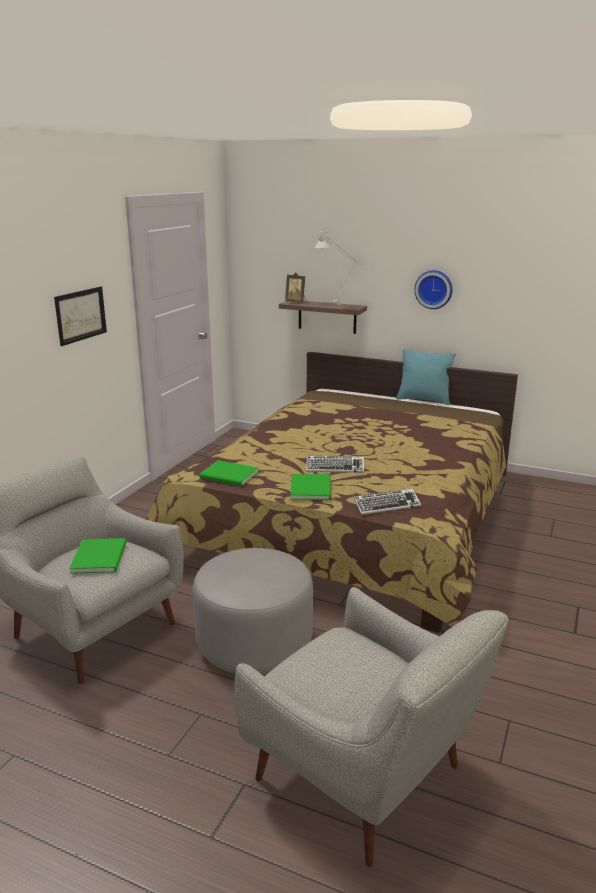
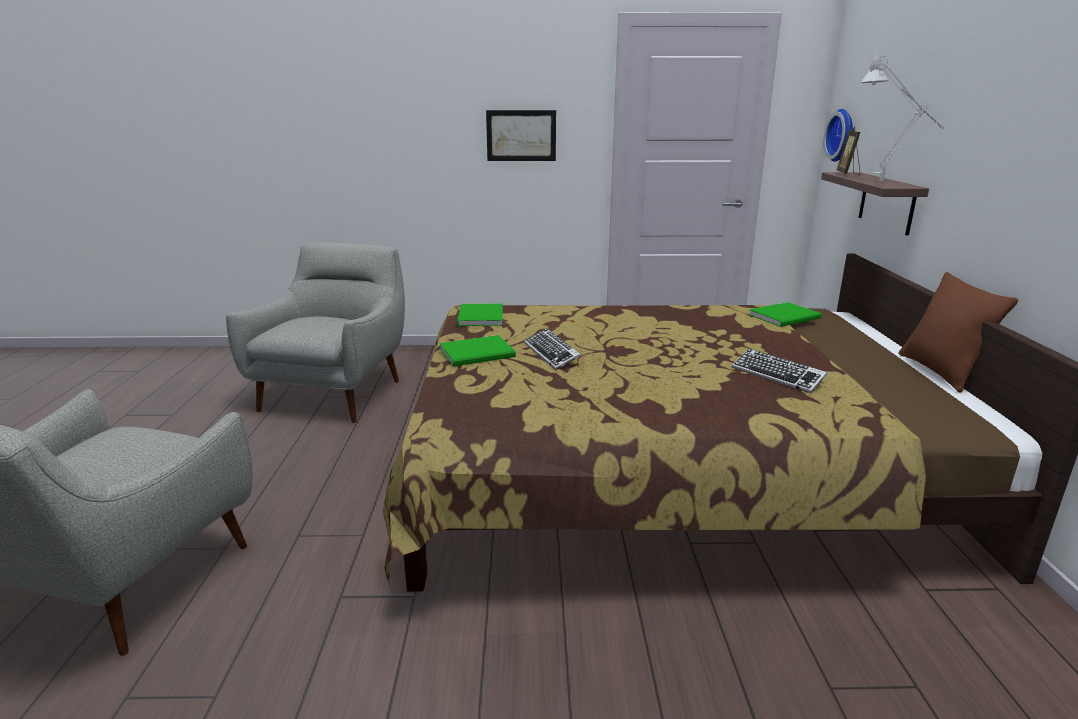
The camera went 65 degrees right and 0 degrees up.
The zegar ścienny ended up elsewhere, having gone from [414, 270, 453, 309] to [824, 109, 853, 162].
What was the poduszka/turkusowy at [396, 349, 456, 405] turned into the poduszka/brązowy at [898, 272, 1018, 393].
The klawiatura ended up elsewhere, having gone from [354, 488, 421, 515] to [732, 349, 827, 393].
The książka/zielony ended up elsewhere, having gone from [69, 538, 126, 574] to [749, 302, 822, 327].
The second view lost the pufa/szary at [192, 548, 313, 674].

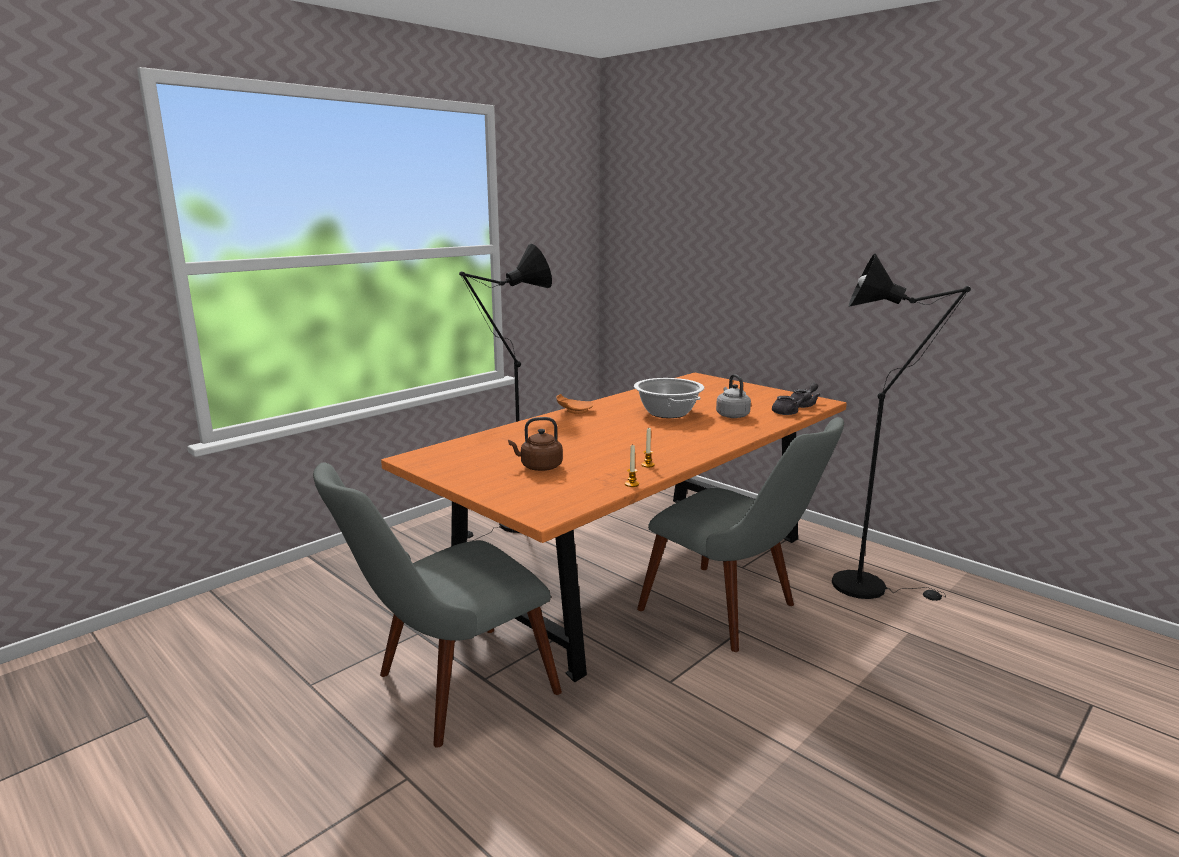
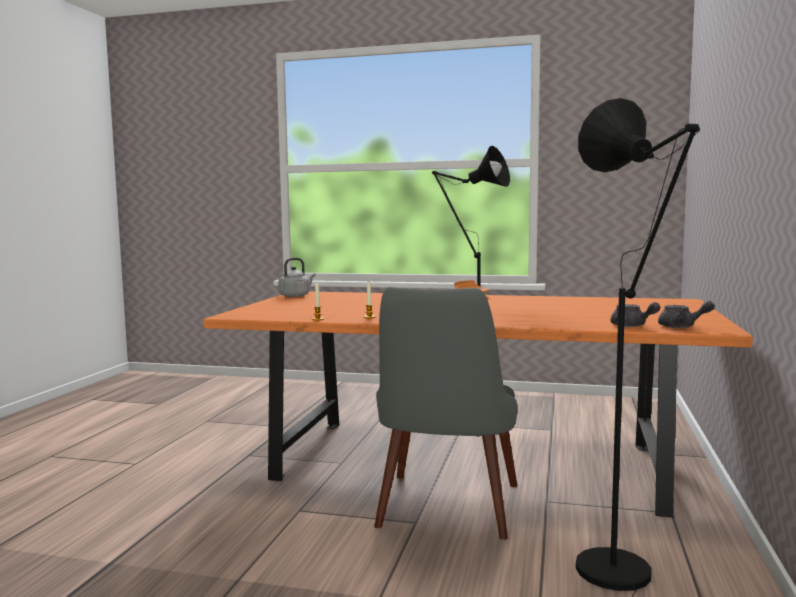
The camera went 60 degrees right and 10 degrees down.
The czajnik/szary ended up elsewhere, having gone from [716, 374, 751, 418] to [278, 258, 315, 297].
The second view lost the garnek at [634, 378, 704, 418].
The second view lost the czajnik/brązowy at [508, 417, 563, 471].
The second view lost the krzesło/szary at [313, 462, 562, 748].

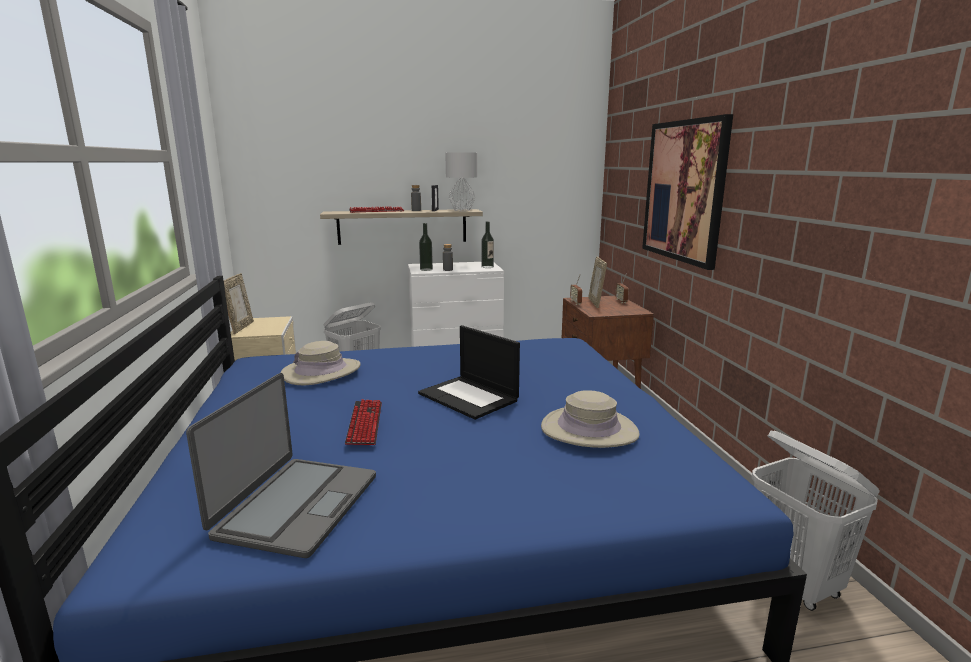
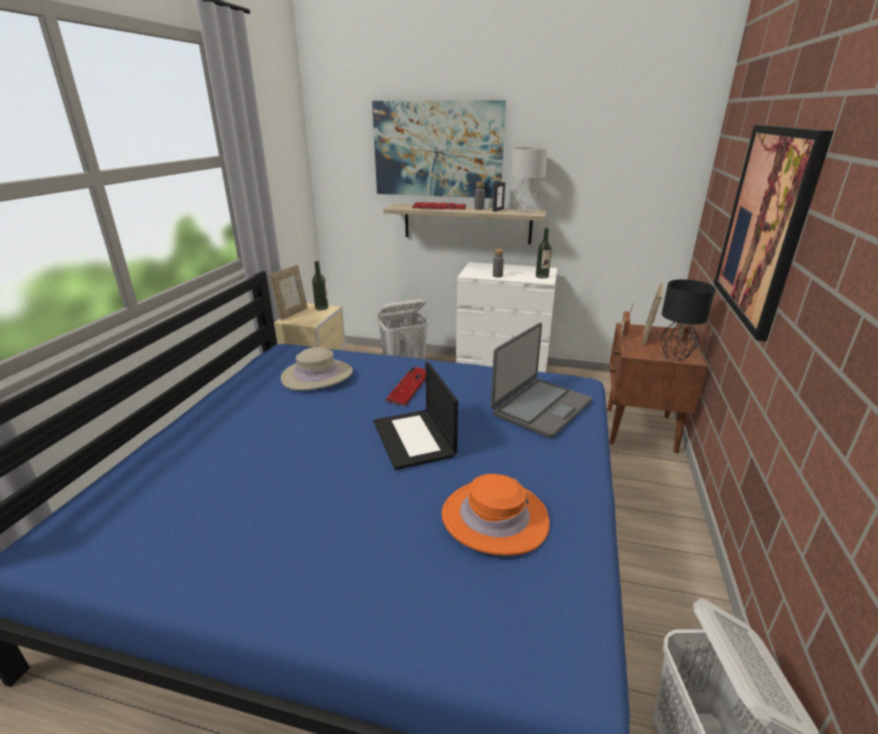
The camera went 25 degrees right and 10 degrees up.
The butelka ended up elsewhere, having gone from [419, 223, 433, 271] to [312, 261, 328, 310].
The laptop ended up elsewhere, having gone from [186, 373, 376, 558] to [491, 323, 592, 438].
What was the kapelusz/beżowy at [541, 390, 640, 448] turned into the kapelusz/pomarańczowy at [442, 474, 550, 556].
The klawiatura ended up elsewhere, having gone from [345, 399, 382, 445] to [385, 367, 426, 406].
The second view gained the obraz at [372, 100, 506, 198].
The second view gained the lampa stołowa/czarny at [660, 279, 715, 361].

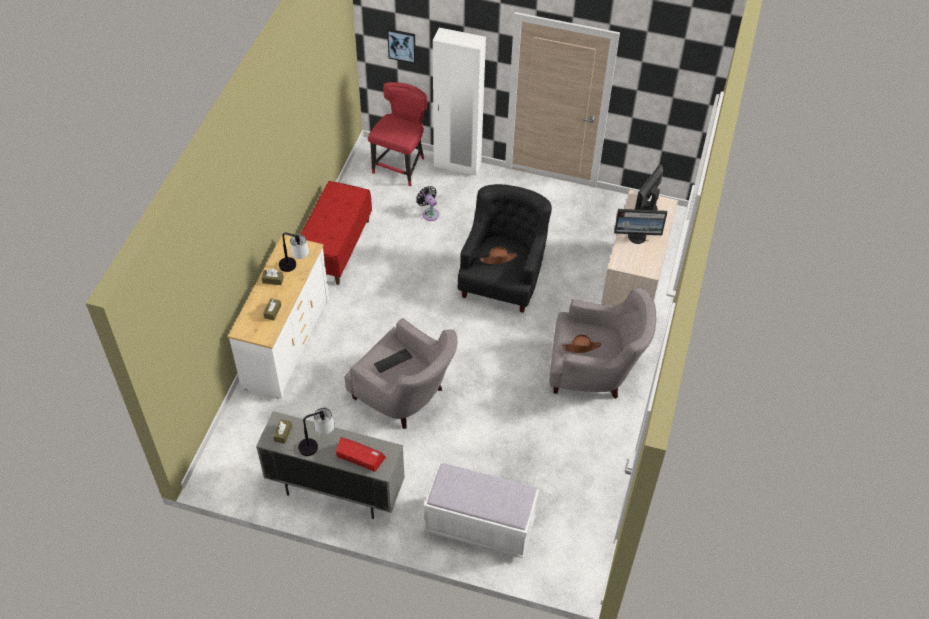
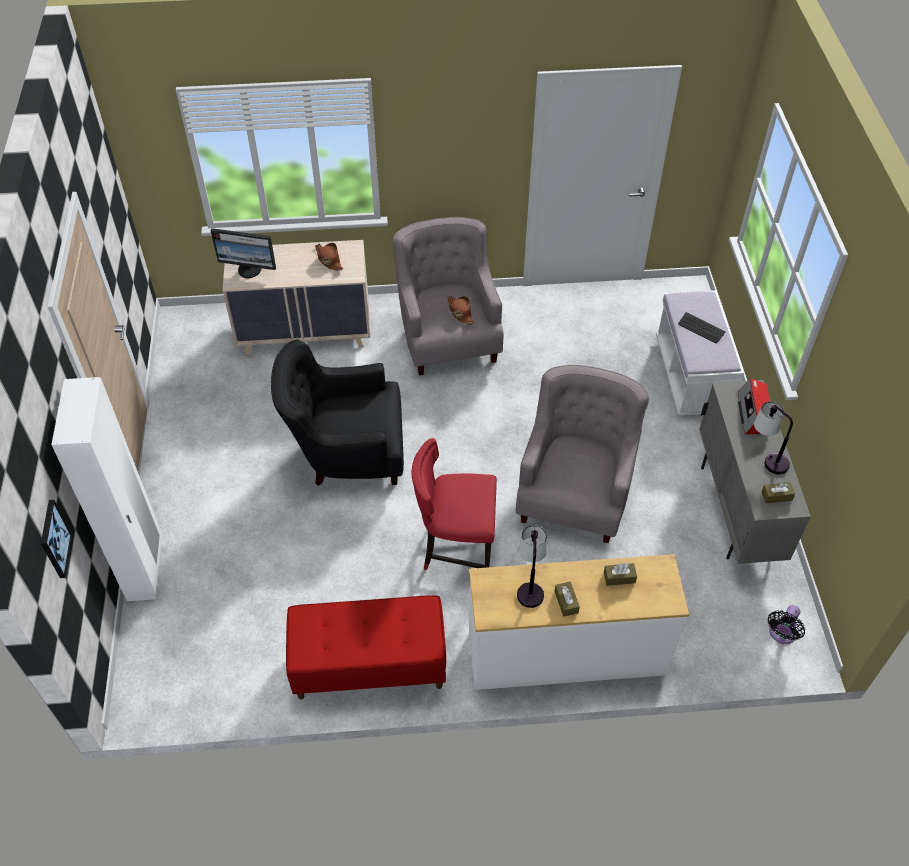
The camera went 110 degrees left and 0 degrees up.
The krzesło/czerwony ended up elsewhere, having gone from [368, 82, 427, 186] to [411, 438, 497, 570].
The wentylator/czarny ended up elsewhere, having gone from [416, 186, 440, 221] to [768, 605, 805, 644].
The second view lost the monitor at [614, 209, 667, 244].
The kapelusz/brązowy ended up elsewhere, having gone from [480, 247, 517, 264] to [315, 243, 343, 271].
The klawiatura ended up elsewhere, having gone from [374, 349, 412, 373] to [678, 312, 726, 343].

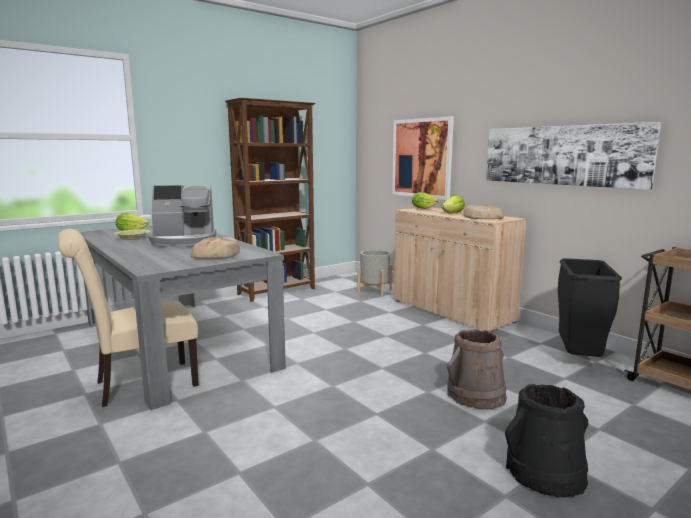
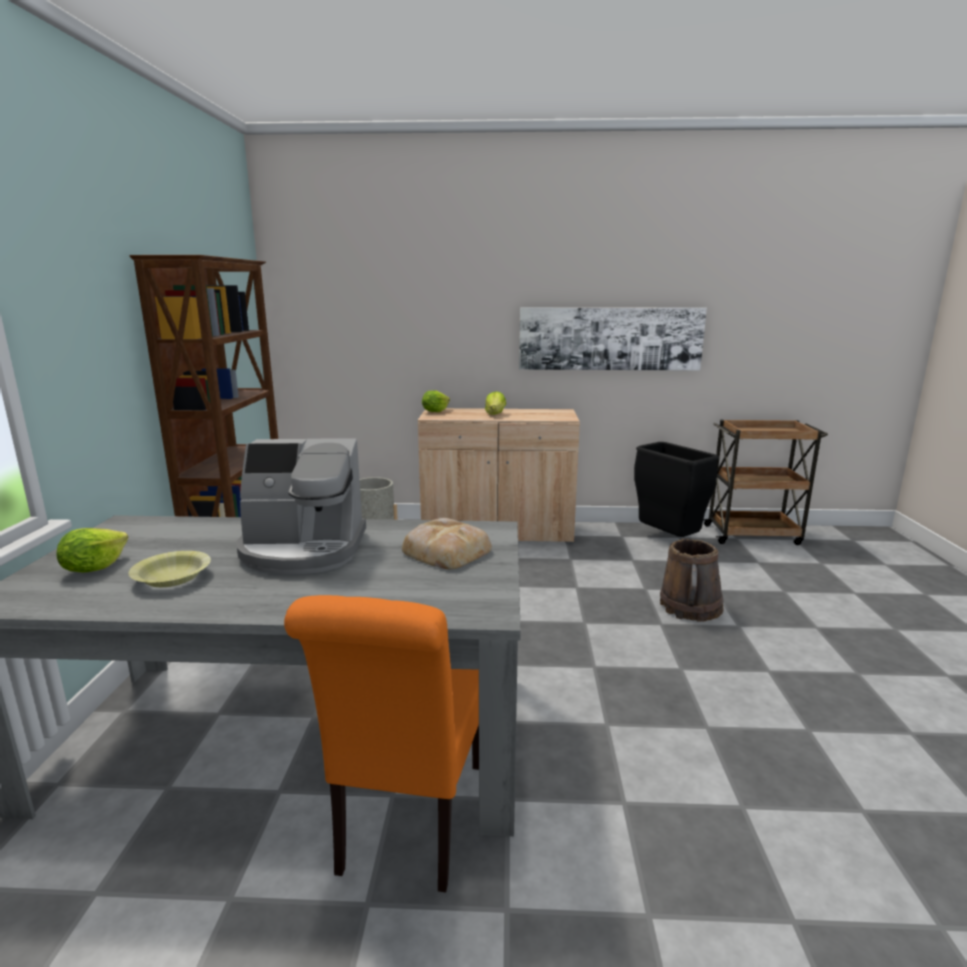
The camera went 50 degrees left and 5 degrees up.
The second view lost the obraz at [392, 116, 454, 200].
The ekspres do kawy at [149, 185, 216, 247] ended up facing another way, 60 degrees clockwise from before.
The second view lost the chleb at [463, 205, 504, 219].
What was the krzesło/beżowy at [58, 229, 199, 407] turned into the krzesło/pomarańczowy at [284, 595, 479, 893].
The second view lost the wiadro/czarny at [505, 384, 588, 497].

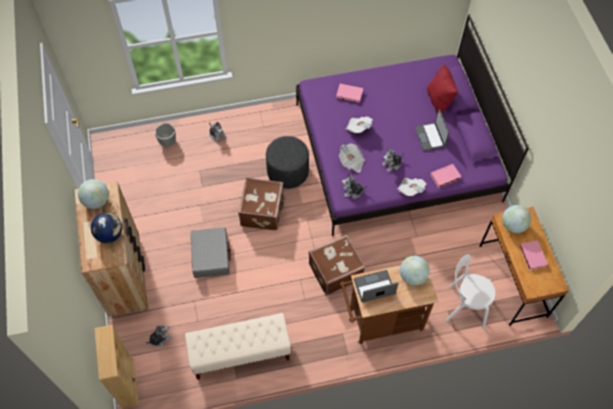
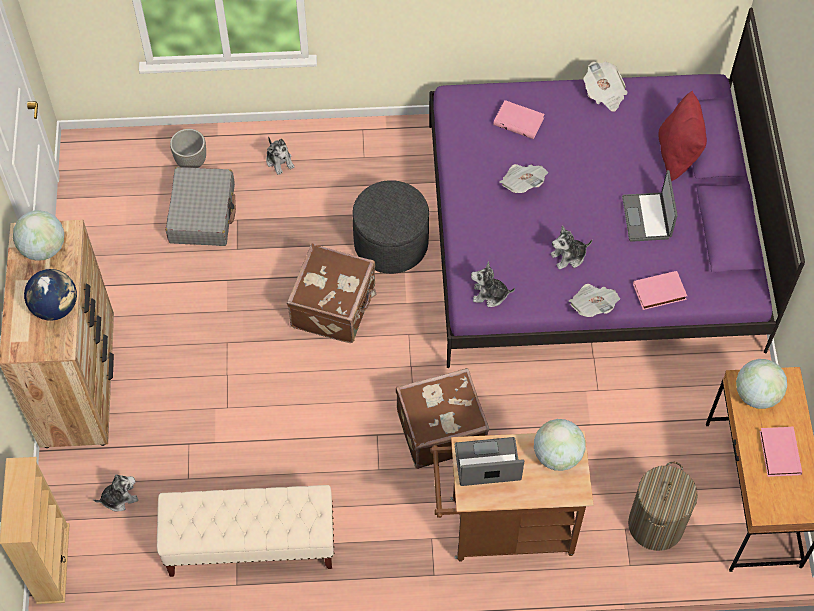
The camera went 10 degrees right and 0 degrees up.
The gazeta ended up elsewhere, having gone from [339, 144, 365, 173] to [584, 61, 628, 112].
The walizka/szary ended up elsewhere, having gone from [191, 227, 231, 278] to [166, 167, 236, 246].
Where the krzesło/biały stood at [446, 254, 496, 329], the kosz na pranie came to stand at [628, 462, 698, 551].

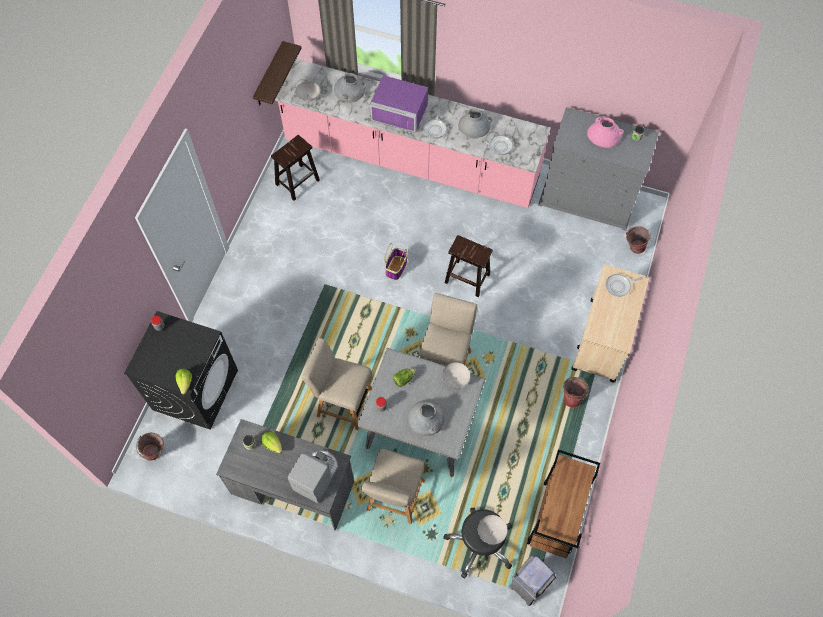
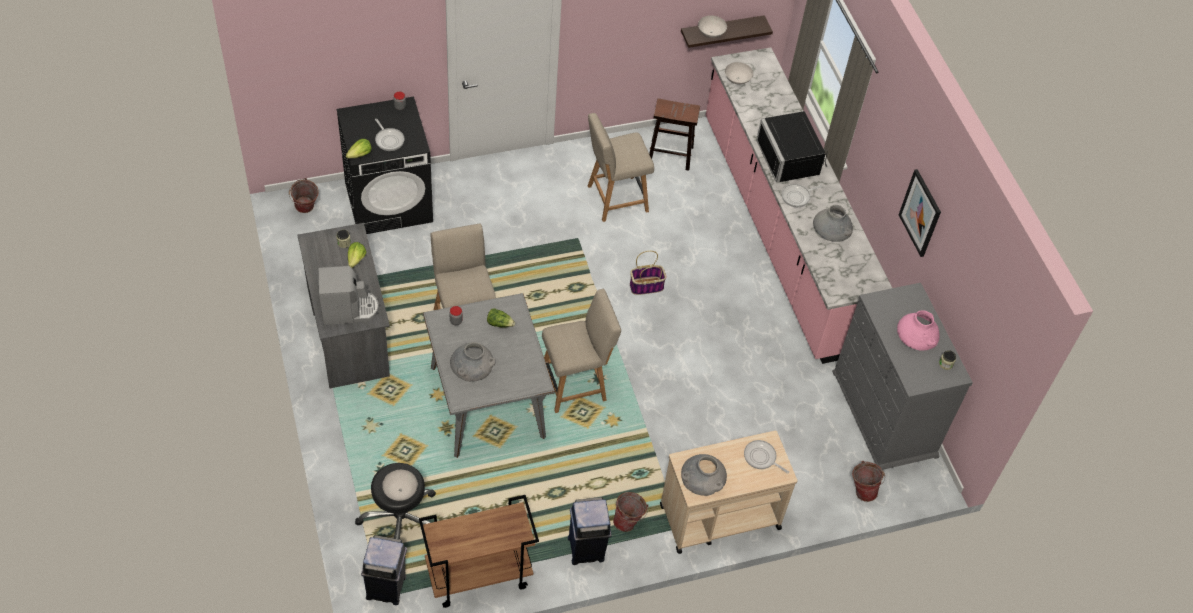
The camera went 50 degrees right and 10 degrees down.
The wazon/szary ended up elsewhere, having gone from [334, 73, 367, 102] to [681, 454, 727, 496].
What was the mikrofalówka/fioletowy at [370, 75, 428, 133] turned into the mikrofalówka/czarny at [756, 111, 827, 183].
The patelnia ended up elsewhere, having gone from [476, 135, 513, 155] to [375, 119, 405, 151].
The second view lost the stołek/brązowy at [445, 235, 493, 297].
The miska/biały ended up elsewhere, having gone from [442, 362, 470, 389] to [698, 15, 727, 38].
The krzesło/beżowy ended up elsewhere, having gone from [361, 449, 425, 524] to [588, 113, 654, 222].
The second view gained the obraz at [899, 169, 941, 257].
The second view gained the kosz na śmieci/niebieski at [568, 497, 611, 565].

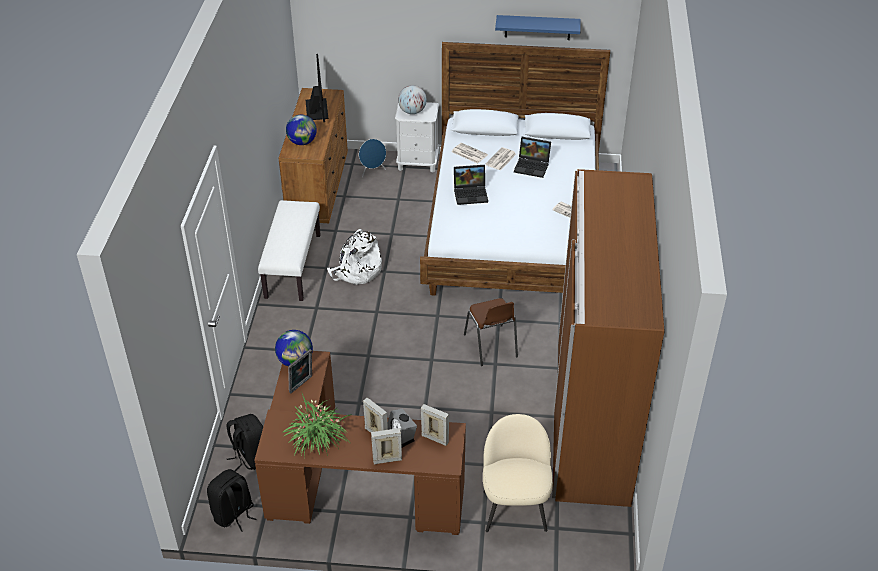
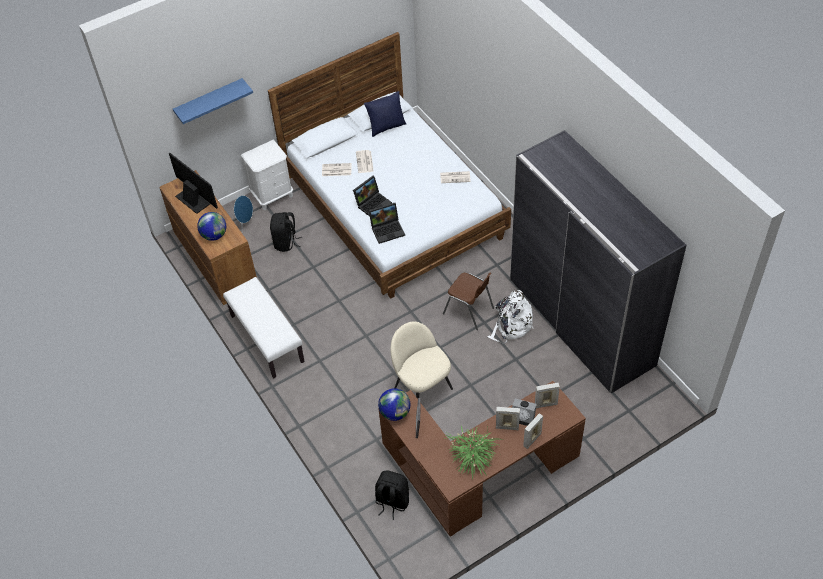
The camera went 35 degrees left and 10 degrees up.
The półka/niebieski ended up elsewhere, having gone from [495, 15, 581, 40] to [173, 78, 253, 124].
The second view lost the globus at [398, 85, 427, 114].
The laptop ended up elsewhere, having gone from [514, 137, 551, 178] to [369, 203, 405, 244].
What was the szafa/brązowy at [552, 169, 665, 507] turned into the szafa/szary at [510, 130, 687, 393].
The plecak/biały ended up elsewhere, having gone from [327, 229, 382, 285] to [488, 290, 534, 344].
The krzesło/beżowy ended up elsewhere, having gone from [483, 414, 553, 532] to [390, 321, 453, 399].
The plecak/czarny ended up elsewhere, having gone from [207, 469, 257, 532] to [270, 212, 303, 252].
The second view gained the poduszka/niebieski at [364, 91, 407, 137].

